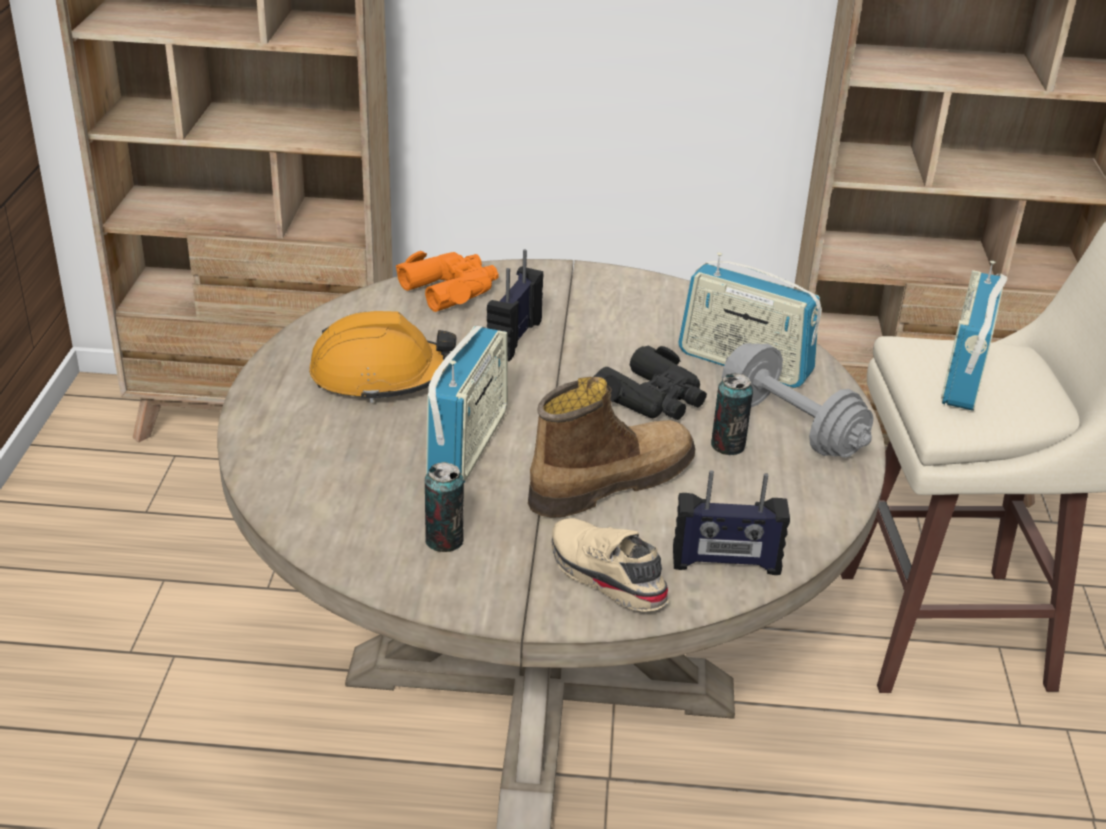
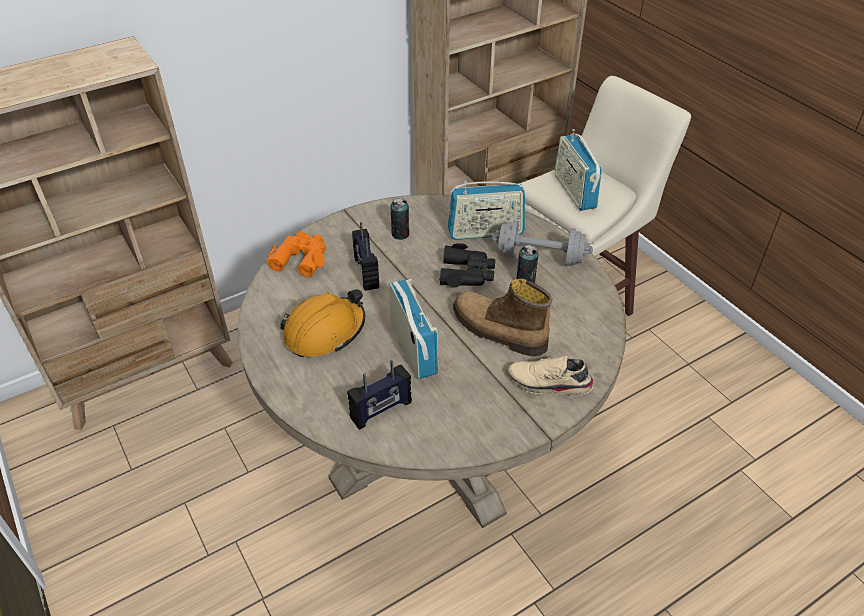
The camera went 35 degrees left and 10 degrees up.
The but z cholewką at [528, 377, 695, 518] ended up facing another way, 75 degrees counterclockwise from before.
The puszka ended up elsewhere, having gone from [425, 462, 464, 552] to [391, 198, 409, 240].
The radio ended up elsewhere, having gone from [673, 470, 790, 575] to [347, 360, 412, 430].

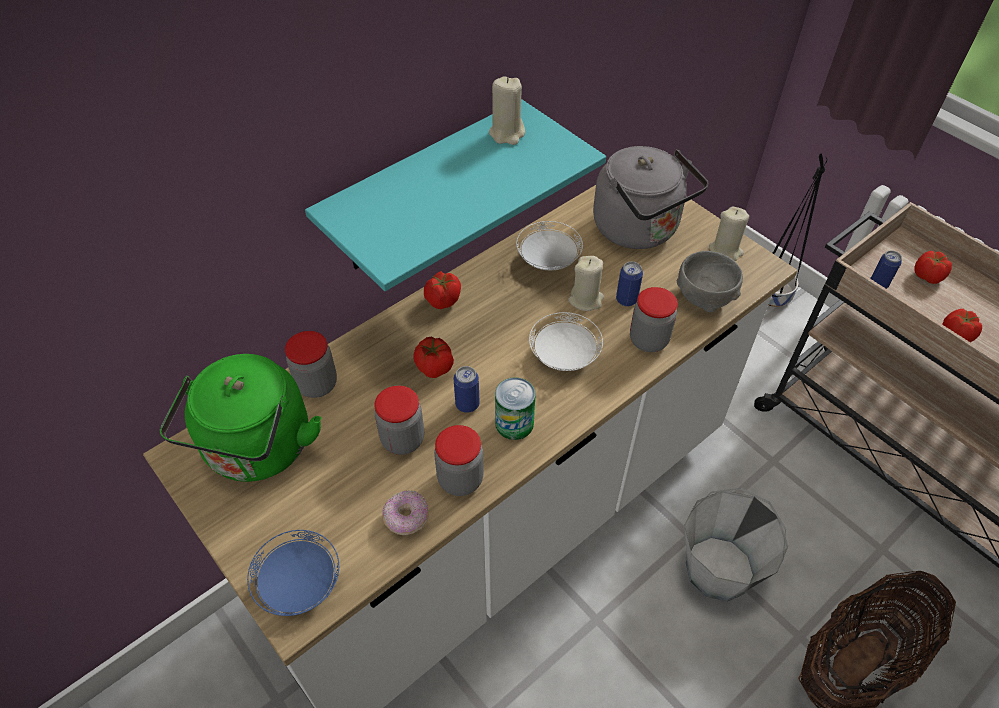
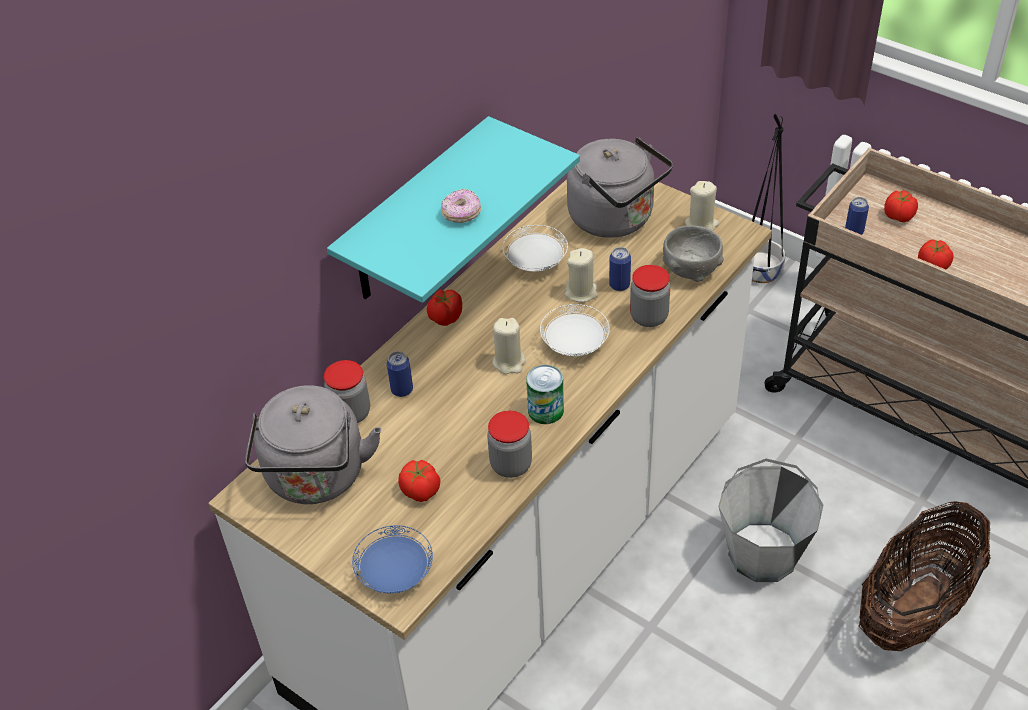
The camera went 10 degrees left and 5 degrees down.
The świeca/beżowy ended up elsewhere, having gone from [489, 76, 525, 145] to [493, 318, 526, 374].
The pomidor ended up elsewhere, having gone from [413, 337, 454, 378] to [398, 460, 440, 502].
What was the czajnik/zielony at [159, 354, 322, 482] turned into the czajnik/szary at [245, 385, 381, 504].
The puszka ended up elsewhere, having gone from [454, 366, 479, 413] to [387, 351, 413, 397].
The second view lost the słoik at [375, 385, 424, 455].
The donut ended up elsewhere, having gone from [383, 490, 429, 535] to [441, 188, 481, 223].

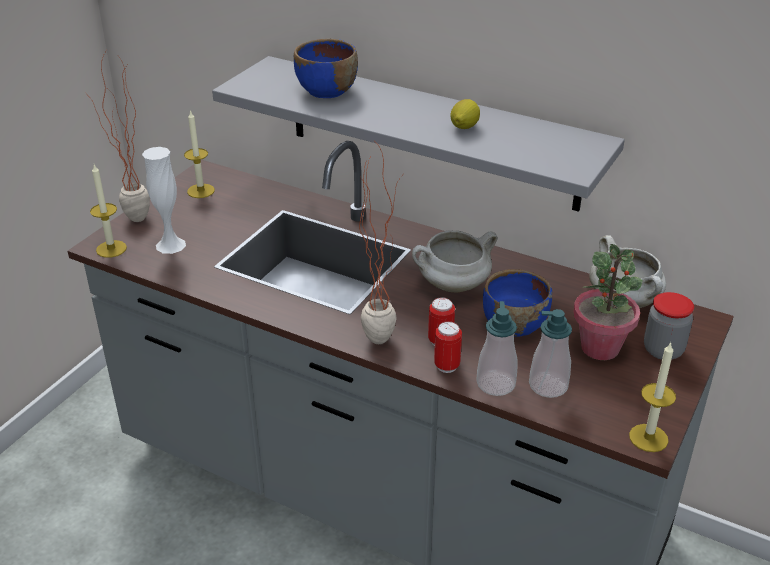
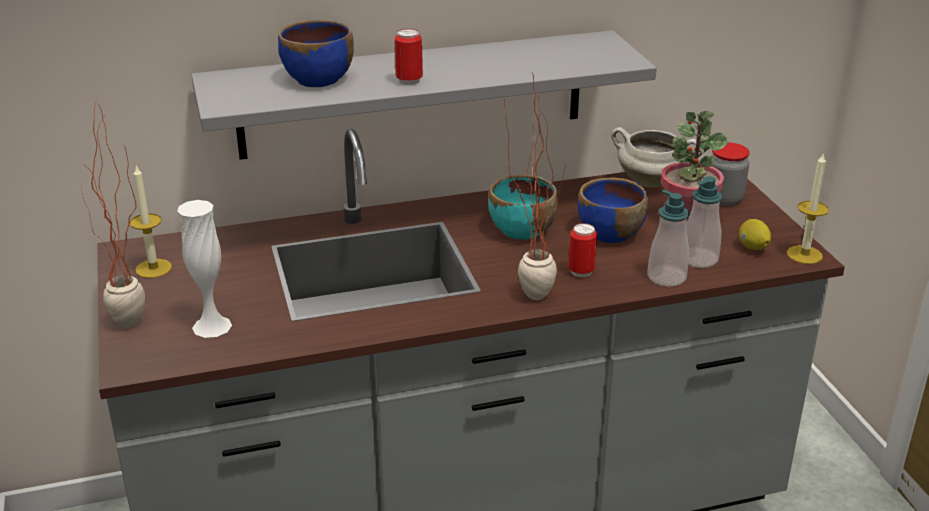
The camera went 45 degrees left and 5 degrees down.
The cytryna ended up elsewhere, having gone from [451, 99, 480, 129] to [739, 219, 771, 250].
The second view lost the świeca at [90, 165, 127, 258].
Where the garnek/biały stood at [412, 231, 498, 292], the miska/turkusowy came to stand at [488, 175, 558, 240].
The puszka ended up elsewhere, having gone from [434, 321, 462, 373] to [395, 29, 423, 85].

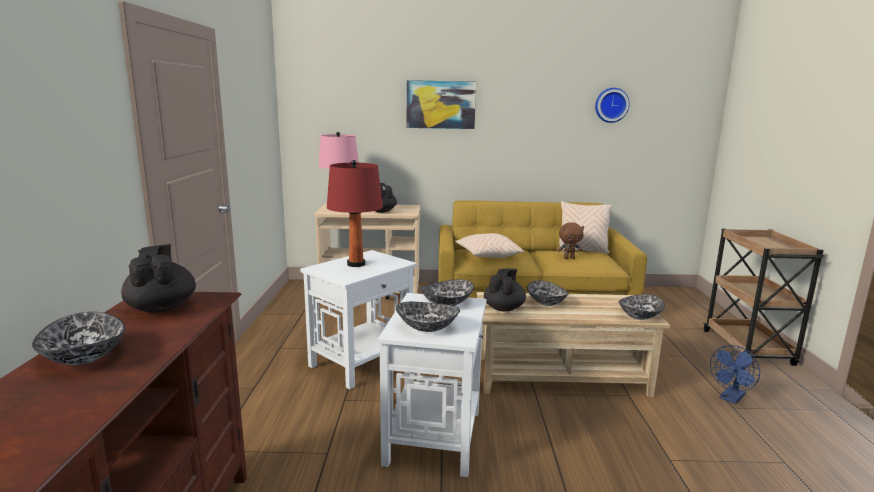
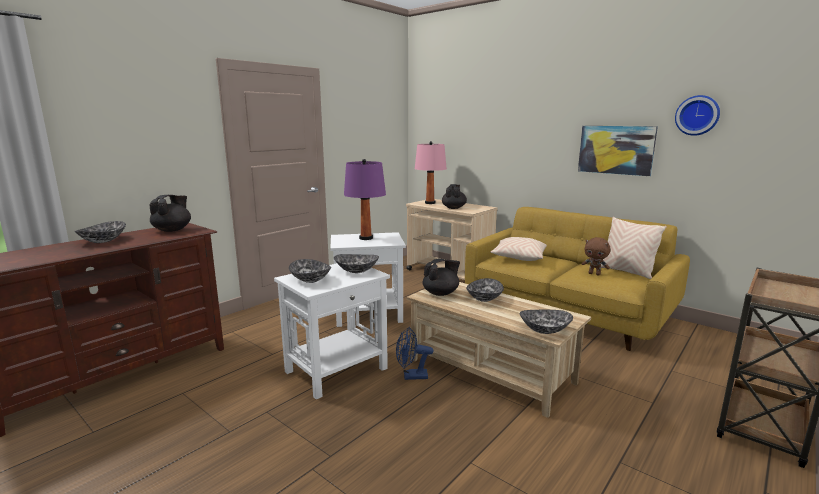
The camera went 40 degrees right and 0 degrees up.
The obraz ended up elsewhere, having gone from [406, 80, 476, 129] to [578, 126, 658, 176].
What was the lampa stołowa/czerwony at [327, 160, 383, 267] turned into the lampa stołowa/fioletowy at [344, 159, 386, 240].
The wentylator/niebieski ended up elsewhere, having gone from [710, 345, 760, 404] to [396, 327, 434, 380].

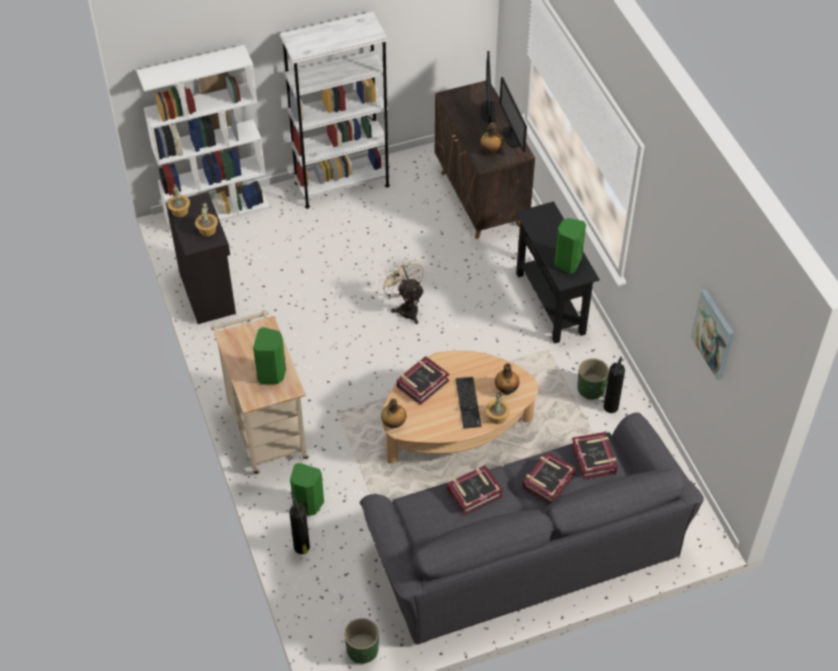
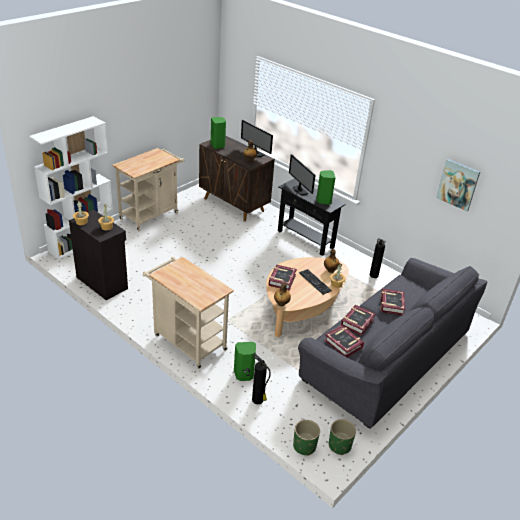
The camera went 30 degrees left and 15 degrees down.
Where the regał/biały stood at [280, 11, 390, 209], the wózek/beżowy came to stand at [112, 148, 185, 231].
The monitor ended up elsewhere, having gone from [481, 51, 496, 124] to [289, 154, 316, 195].
The second view lost the wentylator/beżowy at [380, 257, 424, 324].
The głośnik/zielony ended up elsewhere, having gone from [253, 327, 286, 384] to [211, 117, 226, 149].
The donica/zielony ended up elsewhere, having gone from [577, 358, 609, 400] to [293, 420, 320, 456].
The książka ended up elsewhere, having gone from [571, 432, 618, 480] to [324, 325, 364, 357].

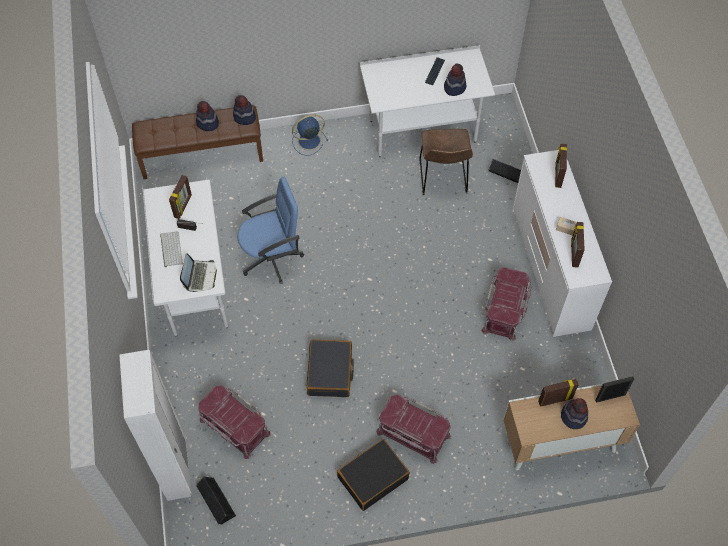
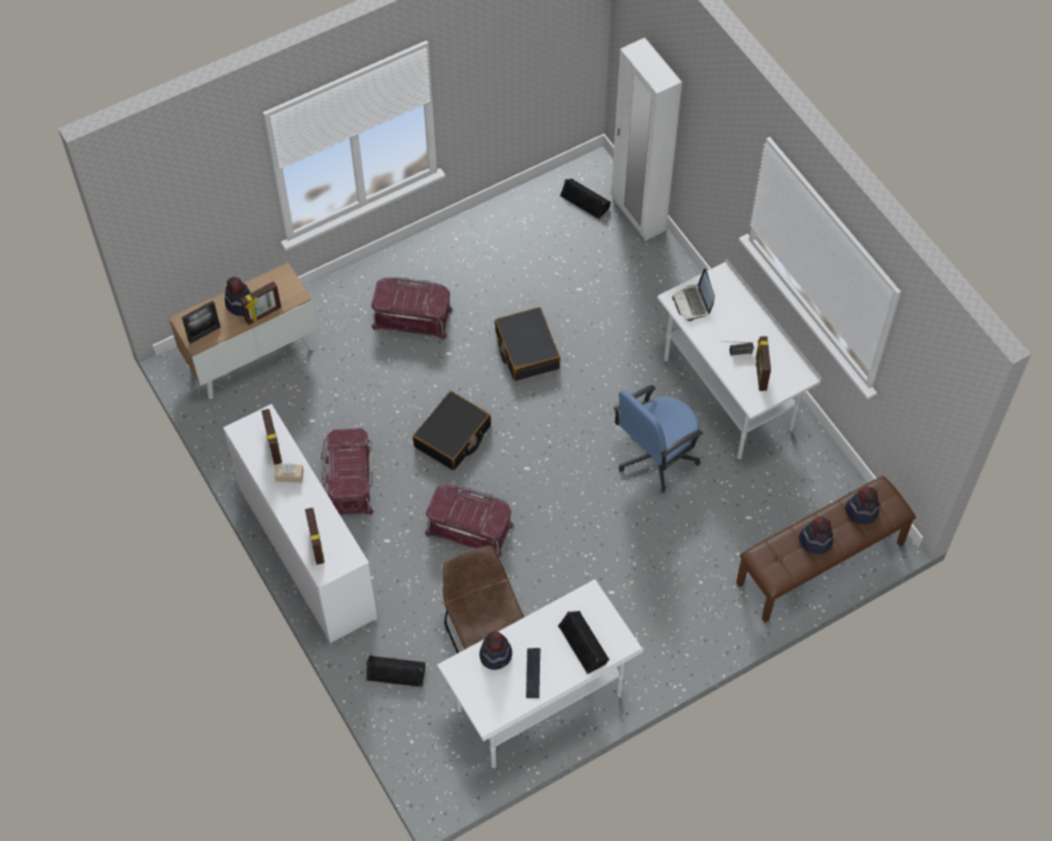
The camera went 160 degrees right and 0 degrees up.
The kapelusz ended up elsewhere, having gone from [233, 95, 256, 125] to [845, 487, 879, 524].
The second view lost the wentylator/niebieski at [292, 115, 328, 156].
The second view lost the klawiatura at [160, 231, 183, 267].
The pojemnik do przechowywania/czerwony ended up elsewhere, having gone from [198, 385, 270, 459] to [425, 483, 514, 558].
The walizka/czarny ended up elsewhere, having gone from [337, 439, 410, 511] to [413, 391, 491, 470].
The second view gained the głośnik/czarny at [558, 611, 610, 674].

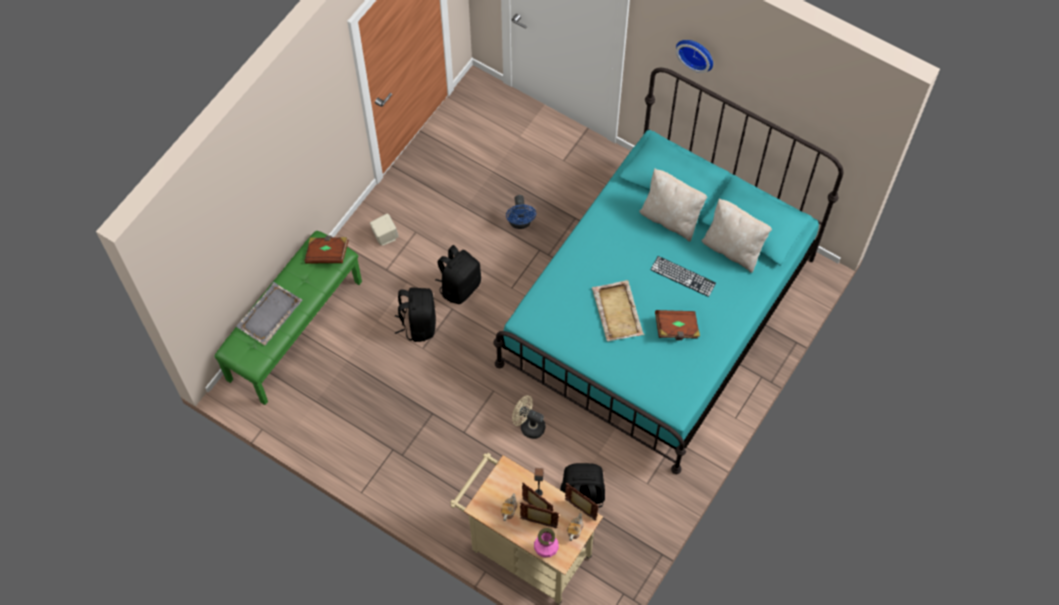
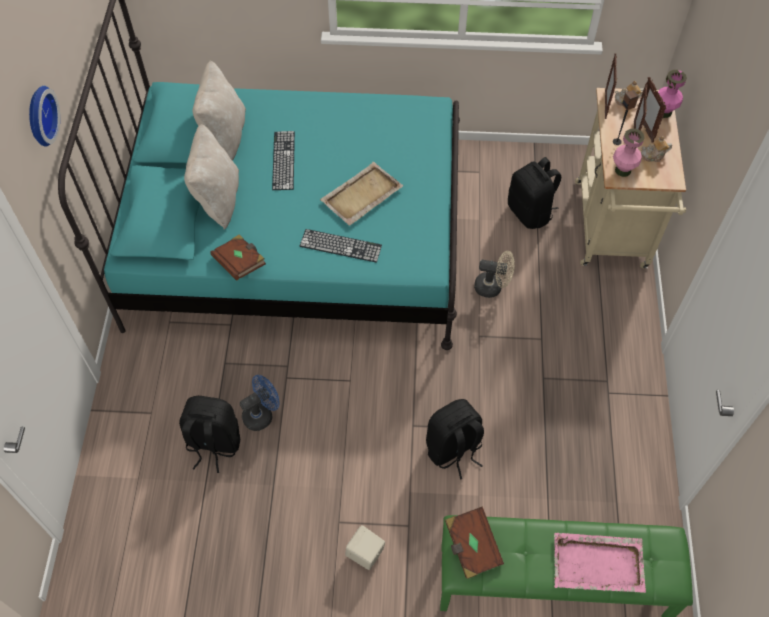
The camera went 120 degrees left and 5 degrees down.
The plecak/czarny ended up elsewhere, having gone from [436, 245, 481, 304] to [179, 396, 240, 473].
What was the taca/szary at [236, 282, 302, 345] turned into the taca/różowy at [554, 533, 646, 593].
The książka/brązowy ended up elsewhere, having gone from [655, 310, 700, 340] to [210, 235, 266, 280].
The wentylator/beżowy at [512, 395, 545, 439] ended up facing another way, 75 degrees counterclockwise from before.
The second view gained the wazon/różowy at [613, 129, 645, 177].
The second view gained the klawiatura at [299, 229, 382, 263].

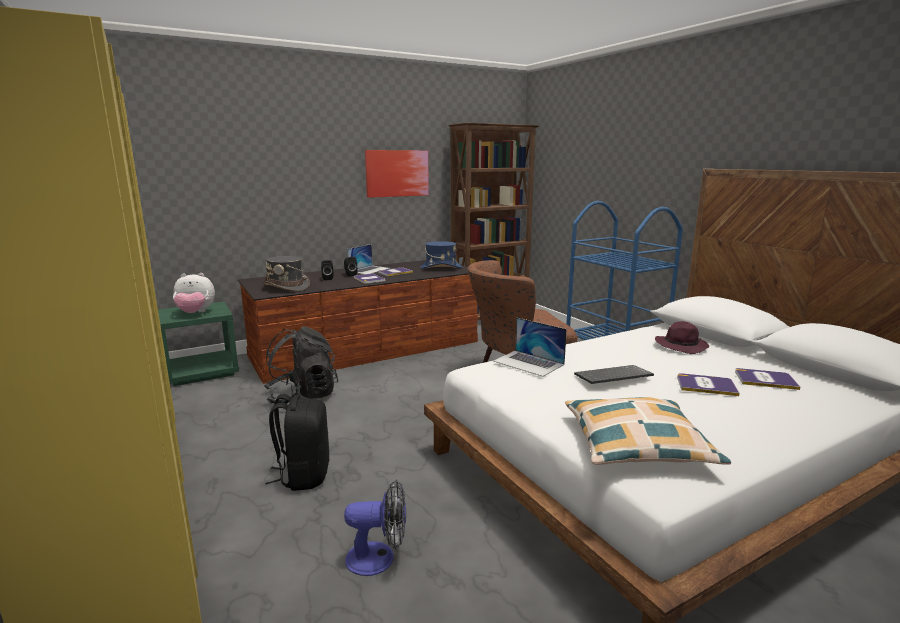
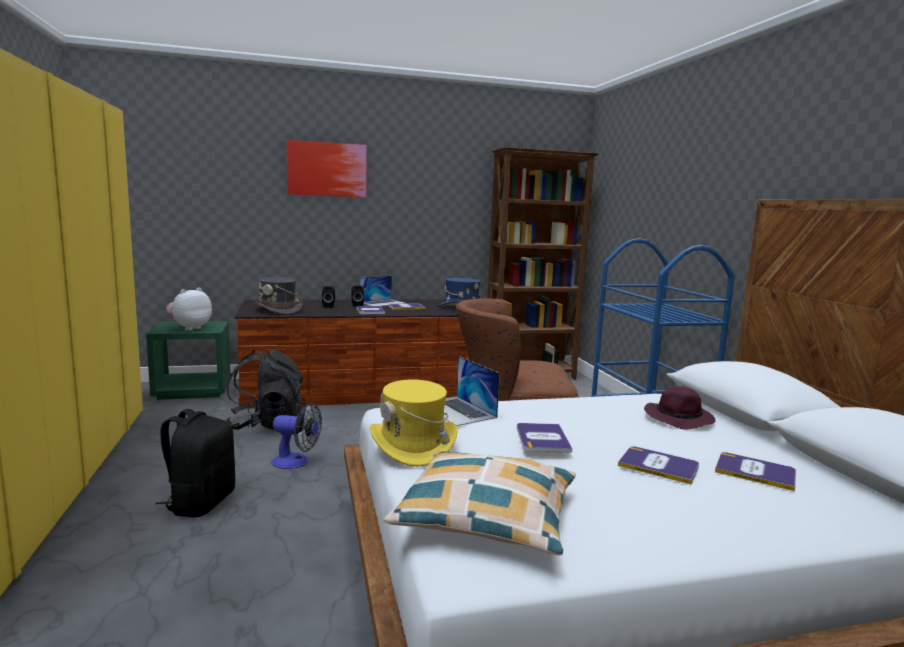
The camera went 15 degrees right and 5 degrees down.
The obraz ended up elsewhere, having gone from [365, 150, 429, 198] to [287, 140, 367, 198].
The pluszak at [173, 273, 215, 313] ended up facing another way, 120 degrees clockwise from before.
Where the klawiatura stood at [574, 365, 654, 384], the książka came to stand at [517, 423, 572, 453].
The wentylator ended up elsewhere, having gone from [344, 480, 406, 576] to [271, 403, 322, 469].
The second view gained the kapelusz/żółty at [370, 379, 458, 467].

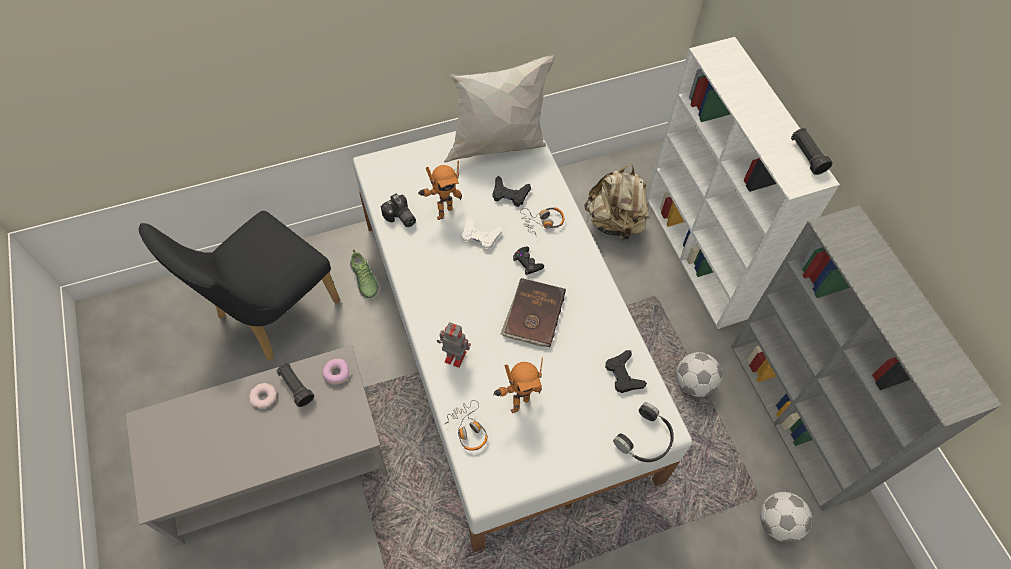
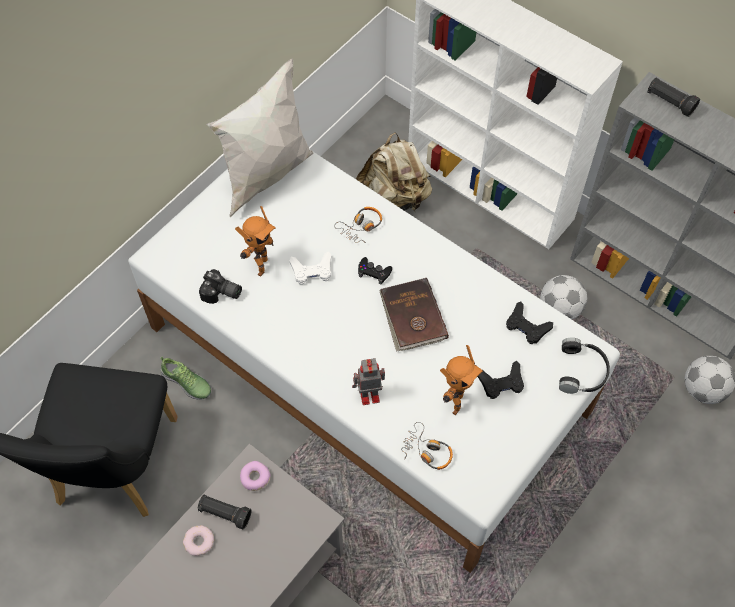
The camera went 30 degrees left and 0 degrees up.
The latarka/czarny ended up elsewhere, having gone from [791, 128, 833, 175] to [647, 77, 700, 117].
The pad do gier/czarny ended up elsewhere, having gone from [493, 176, 531, 207] to [477, 361, 524, 399].

